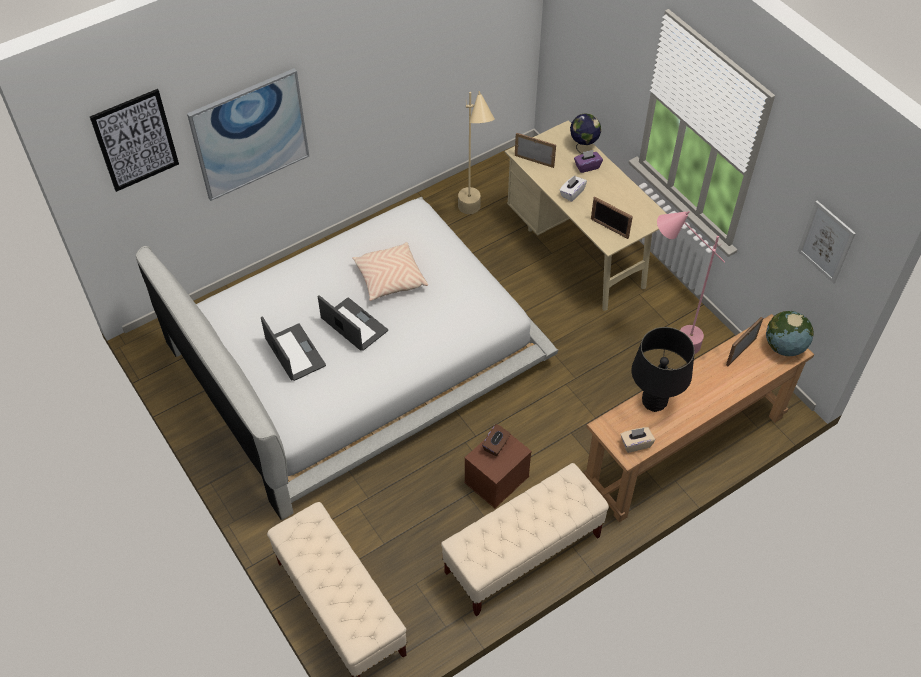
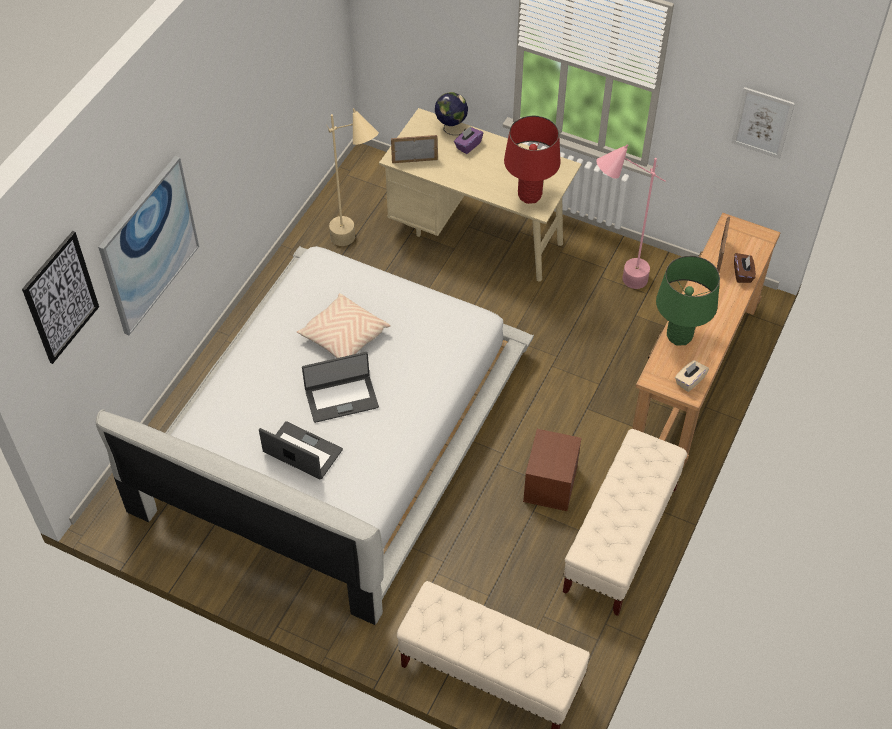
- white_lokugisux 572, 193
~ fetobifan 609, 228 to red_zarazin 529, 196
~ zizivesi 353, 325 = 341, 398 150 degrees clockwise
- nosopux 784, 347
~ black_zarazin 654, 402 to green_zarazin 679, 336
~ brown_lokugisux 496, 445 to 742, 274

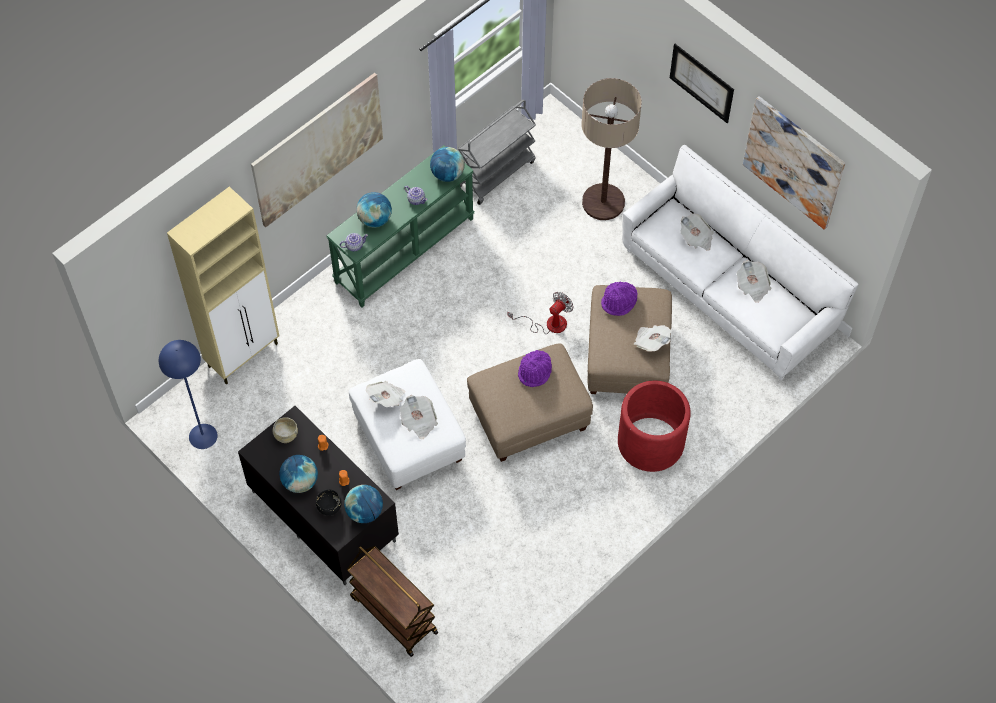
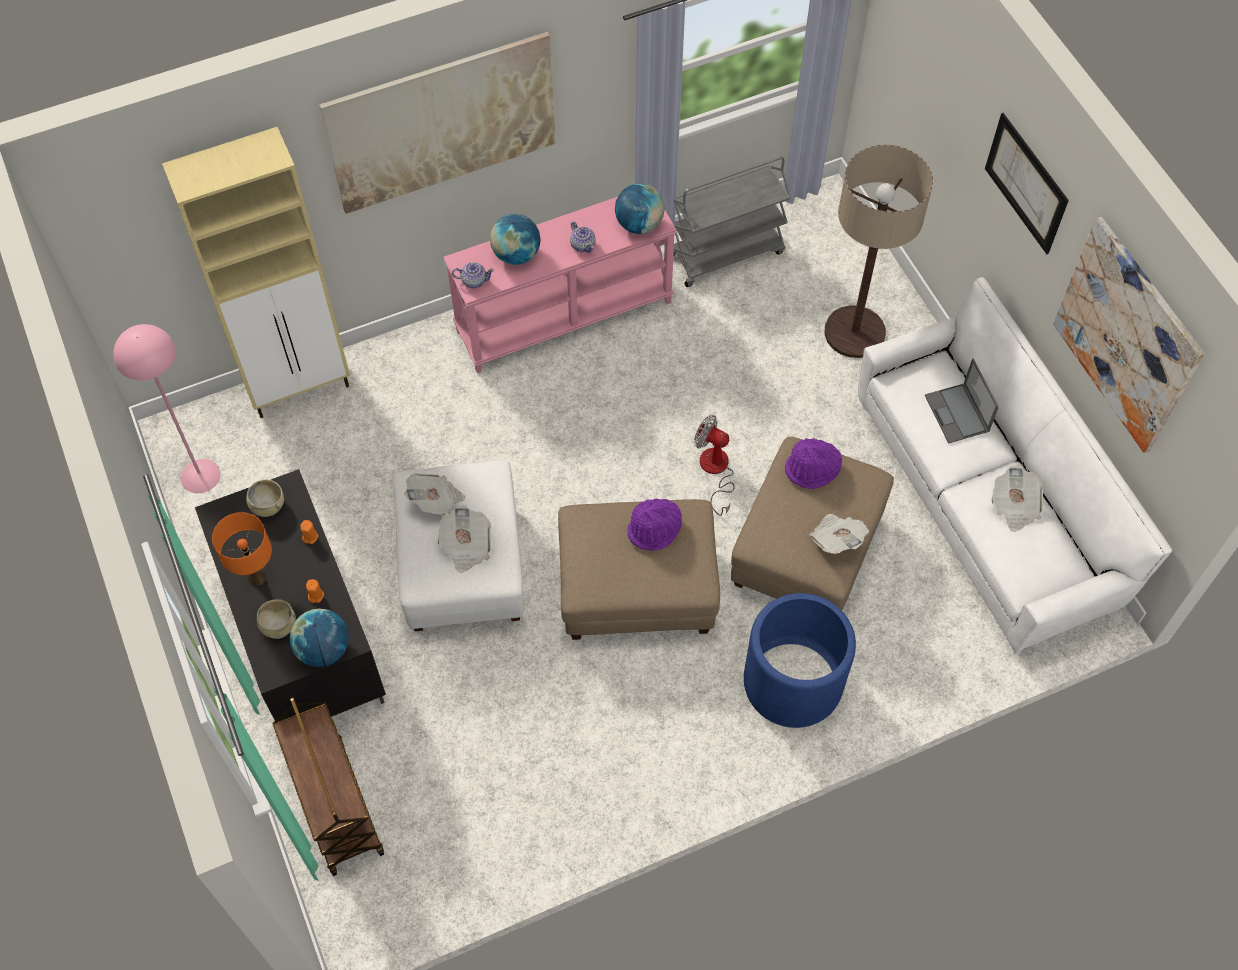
~ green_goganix 404, 249 to pink_goganix 564, 315
~ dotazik 696, 238 to zizivesi 957, 414
~ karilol 548, 324 = 715, 471 120 degrees counterclockwise
~ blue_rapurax 203, 436 to pink_rapurax 200, 475
~ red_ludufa 650, 442 to blue_ludufa 792, 682
~ nosopux 300, 482 to orange_zarazin 256, 577
~ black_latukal 329, 507 to beige_latukal 279, 626

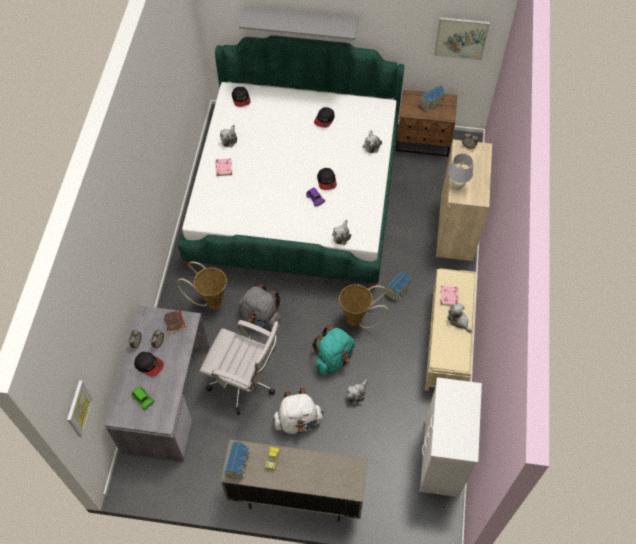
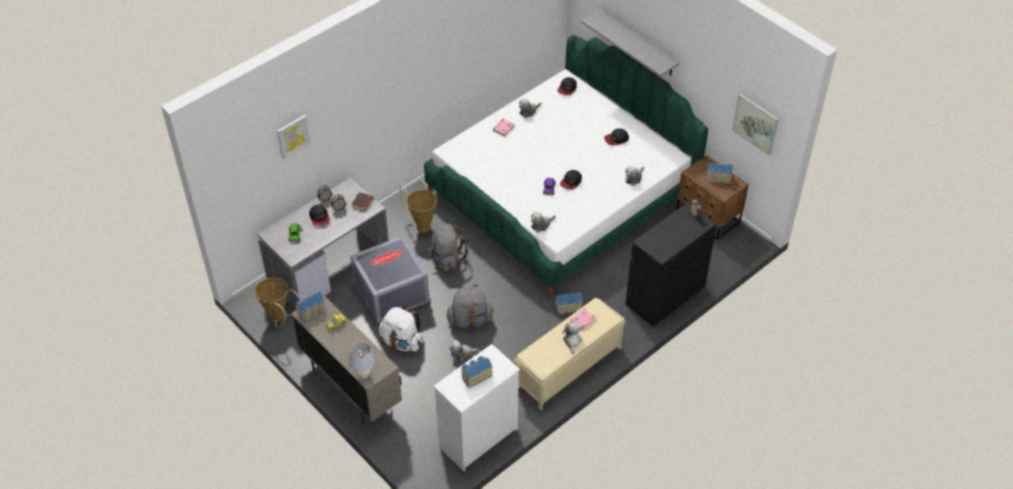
~ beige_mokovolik 456, 228 to black_mokovolik 665, 295
~ white_zarazin 457, 186 to 363, 375
~ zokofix 358, 320 to 279, 319
~ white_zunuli 245, 383 to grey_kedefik 391, 293
~ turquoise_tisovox 333, 358 to grey_tisovox 470, 320
~ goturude 78, 408 to 293, 136
+ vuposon 475, 376

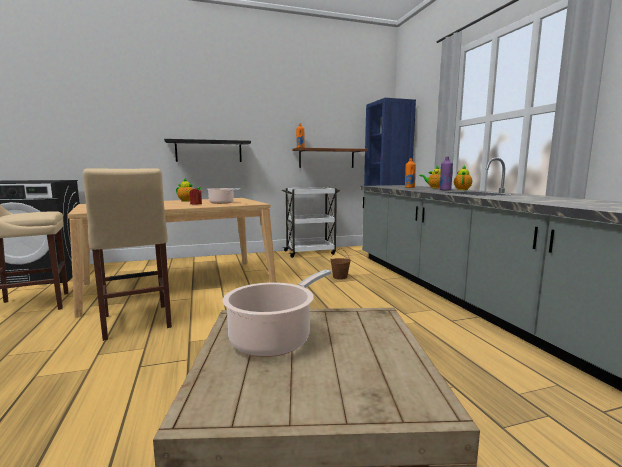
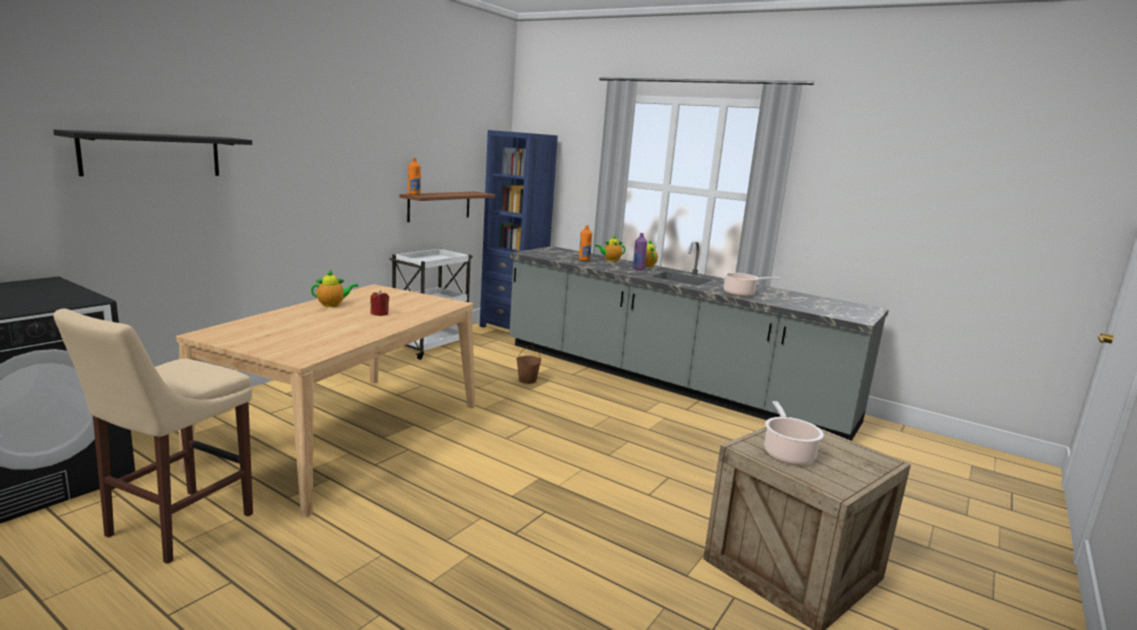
~ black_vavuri 209, 151 to 152, 155
- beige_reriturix 136, 323
~ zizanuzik 222, 203 to 741, 294

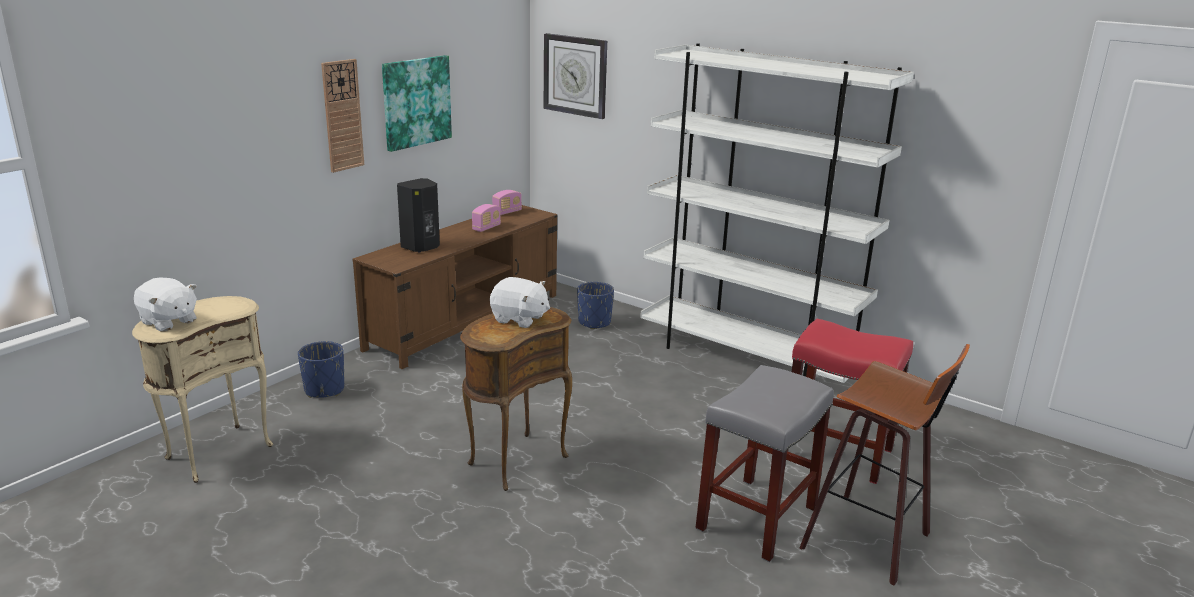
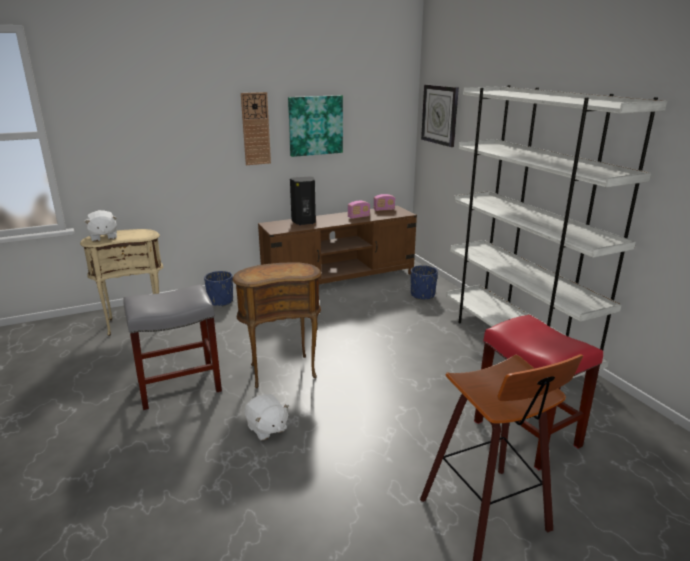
~ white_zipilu 519, 319 to 266, 428
~ grey_reriturix 757, 519 to 178, 387

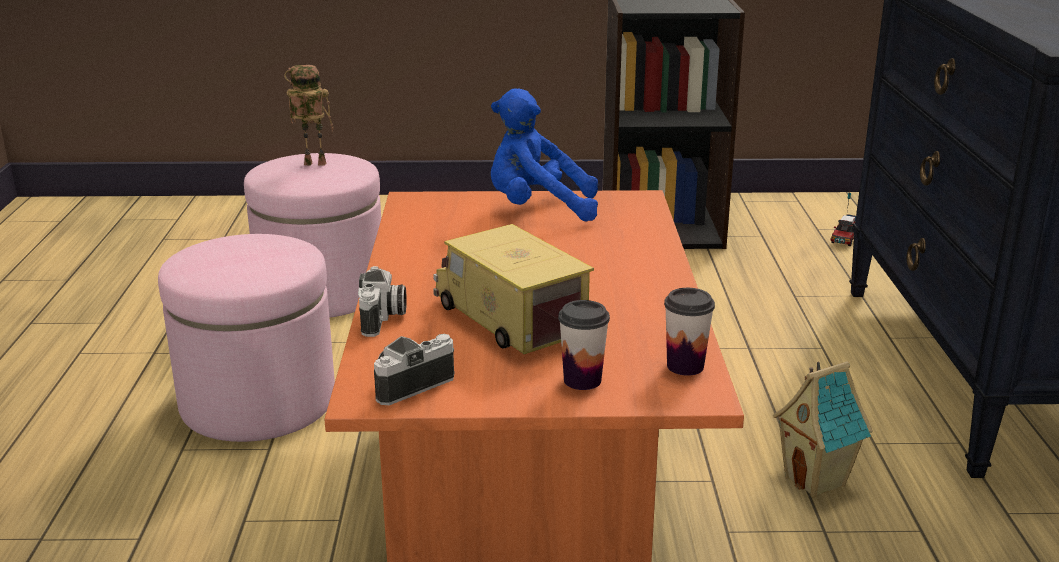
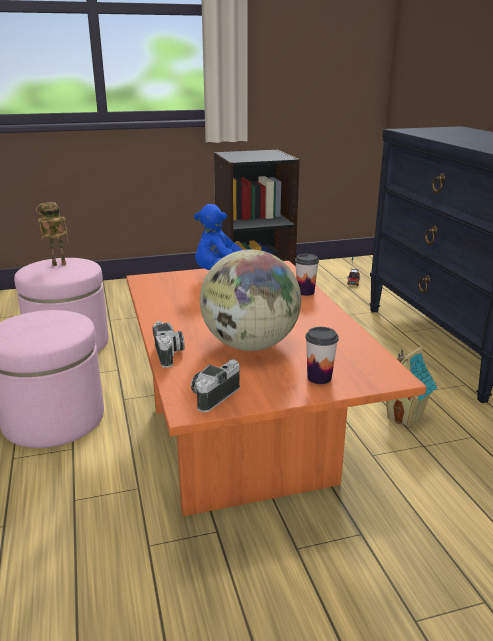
~ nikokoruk 509, 319 to nosopux 250, 345
~ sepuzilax 685, 366 to 305, 292

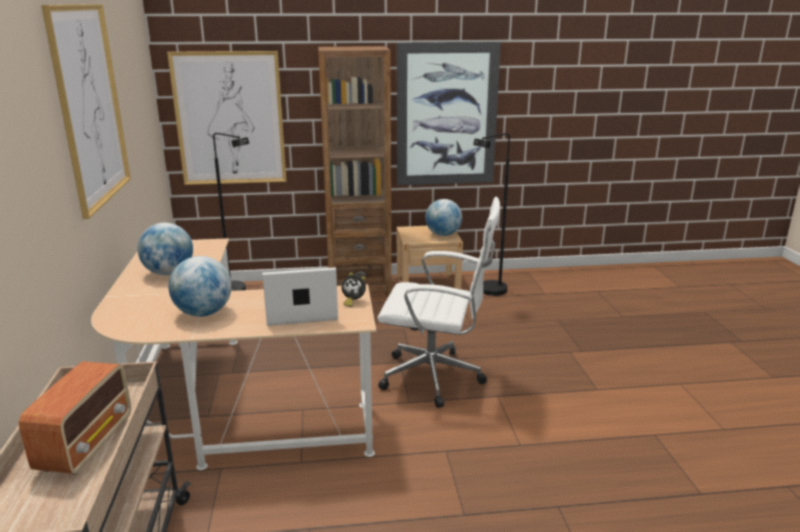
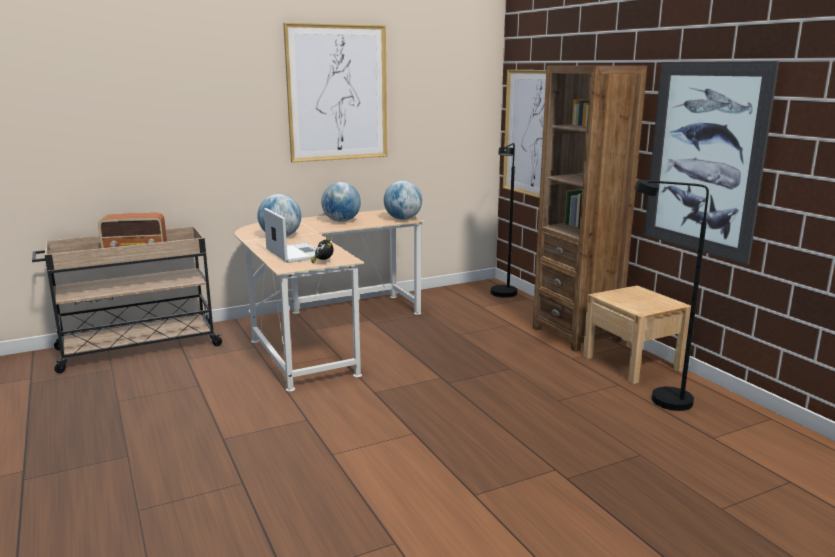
- white_zunuli 436, 378
~ nosopux 443, 235 to 403, 219

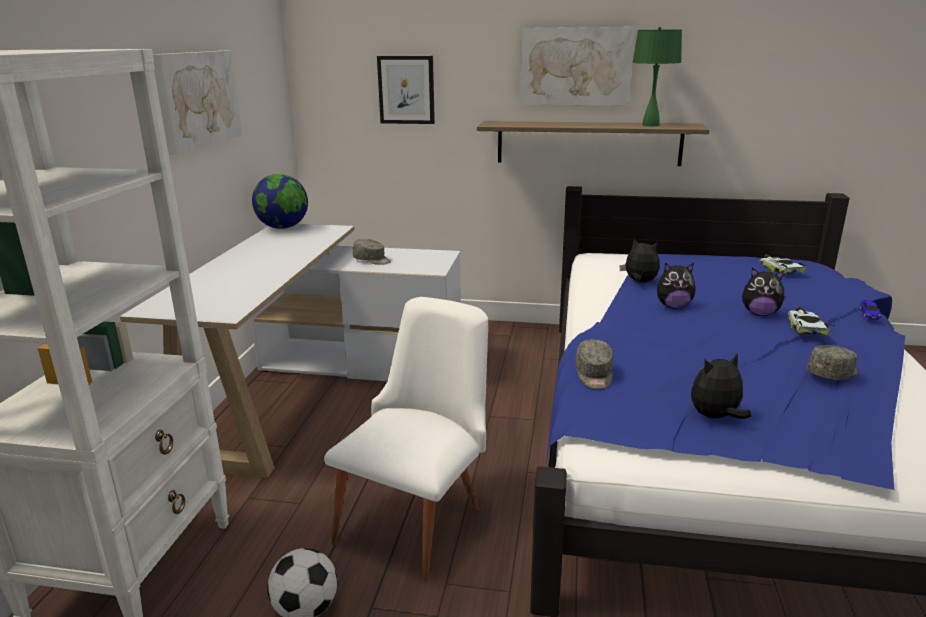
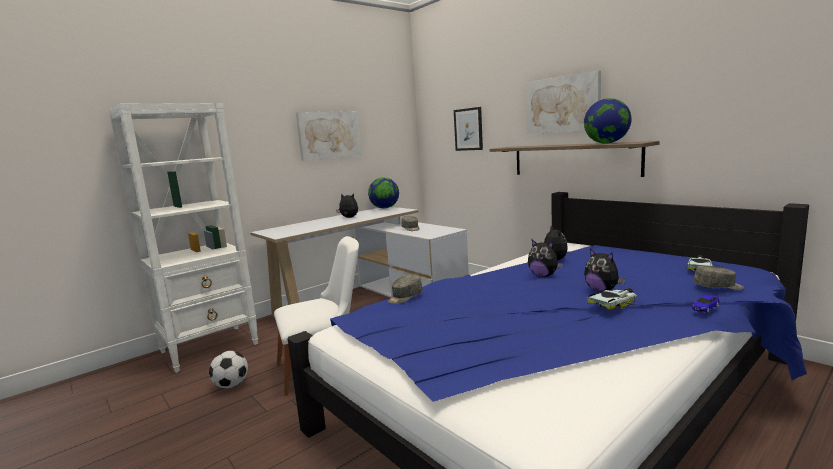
~ green_zarazin 650, 125 to nosopux 606, 143
~ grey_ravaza 833, 373 to 718, 287
~ zipilu 715, 417 to 349, 218

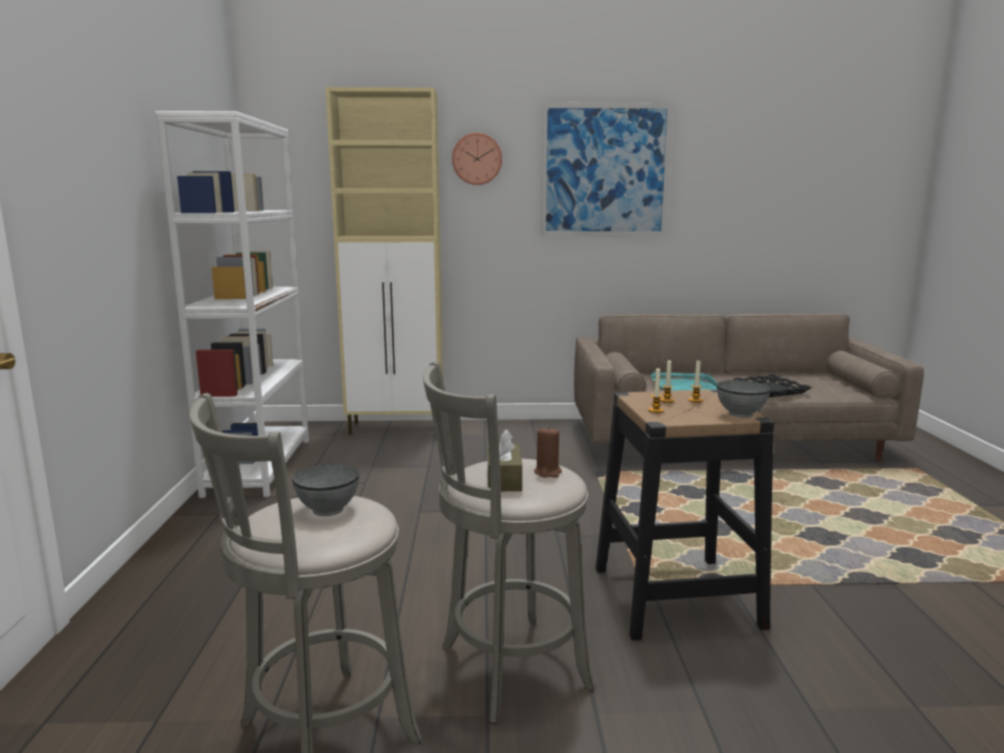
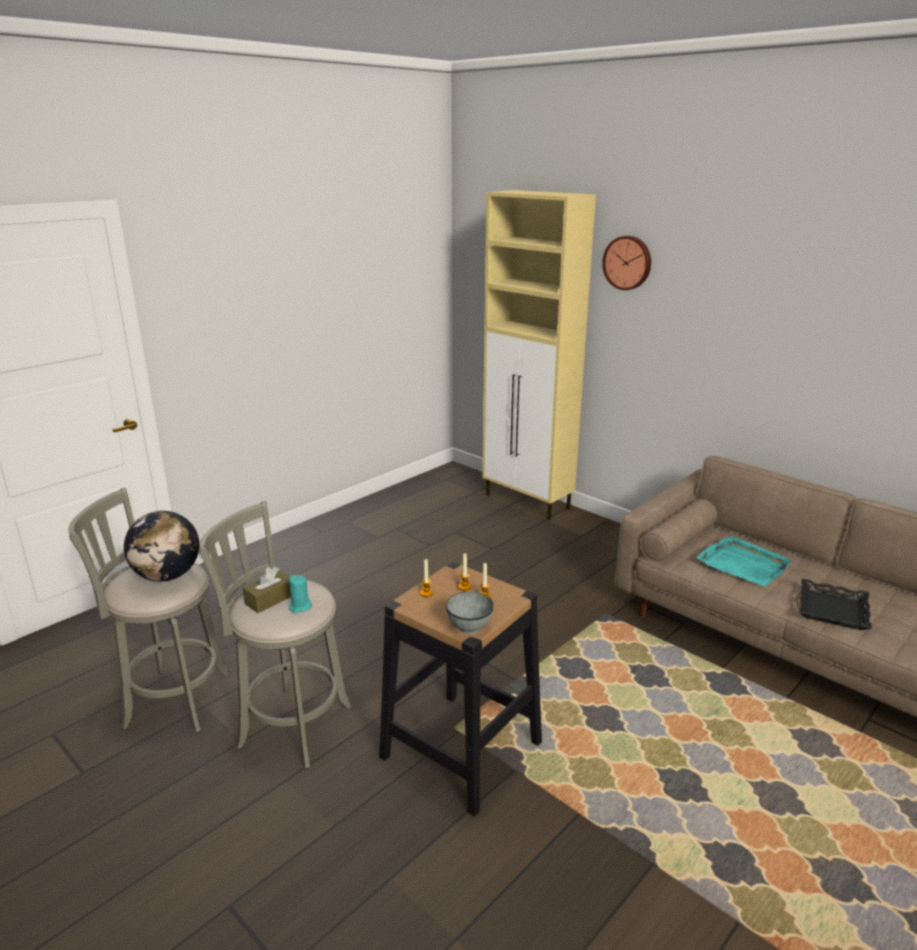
- goturude 605, 171
- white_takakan 259, 466
~ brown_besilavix 548, 472 to turquoise_besilavix 300, 607
~ grey_latukal 328, 510 to nosopux 167, 576

